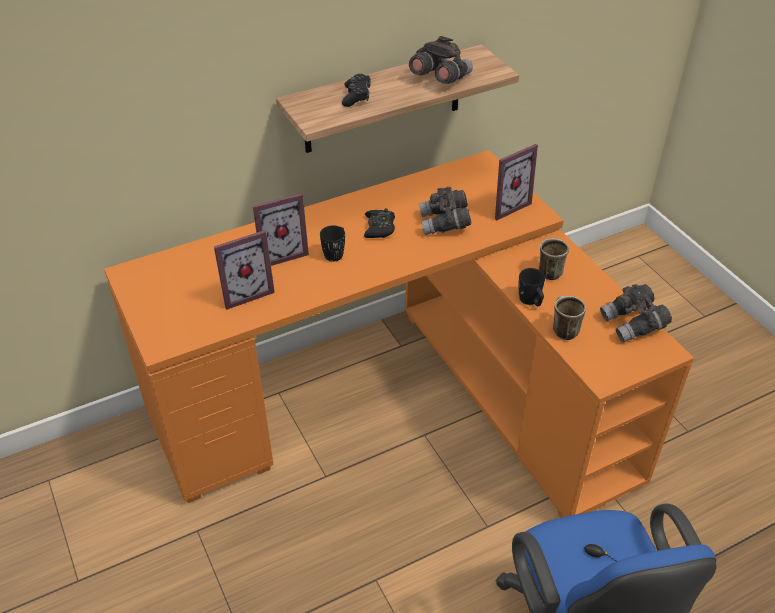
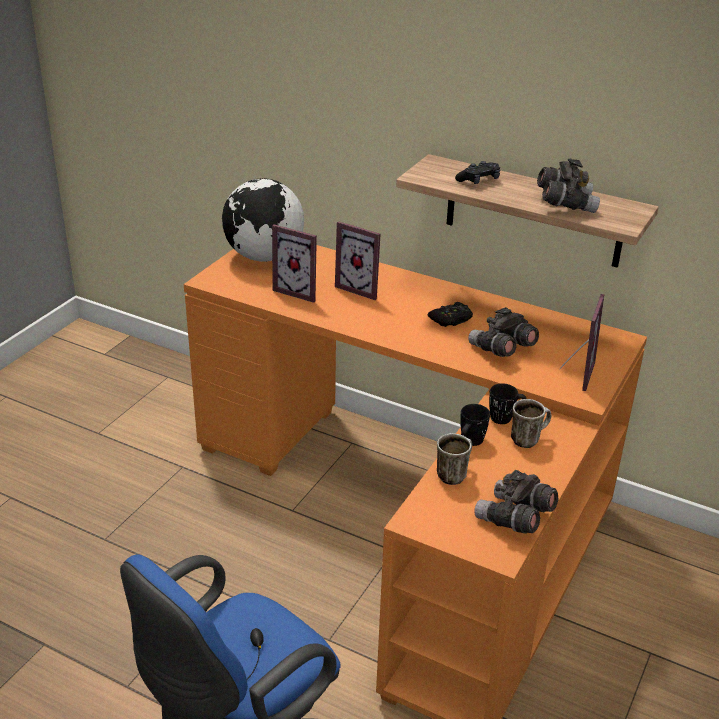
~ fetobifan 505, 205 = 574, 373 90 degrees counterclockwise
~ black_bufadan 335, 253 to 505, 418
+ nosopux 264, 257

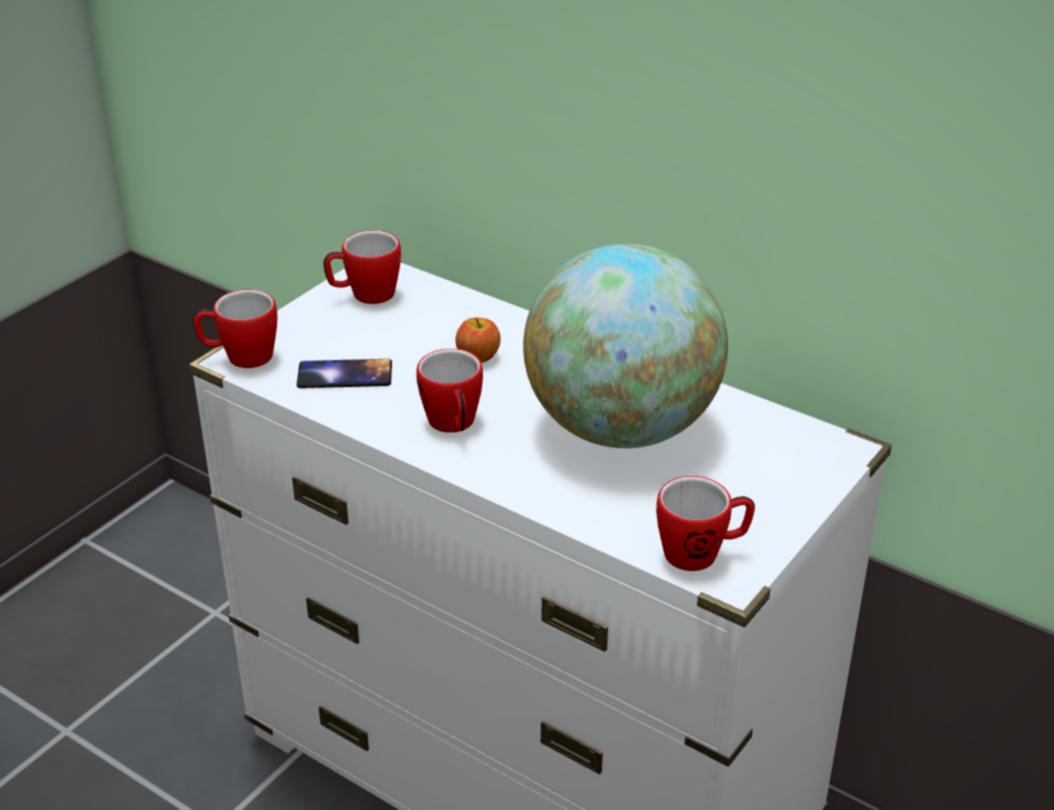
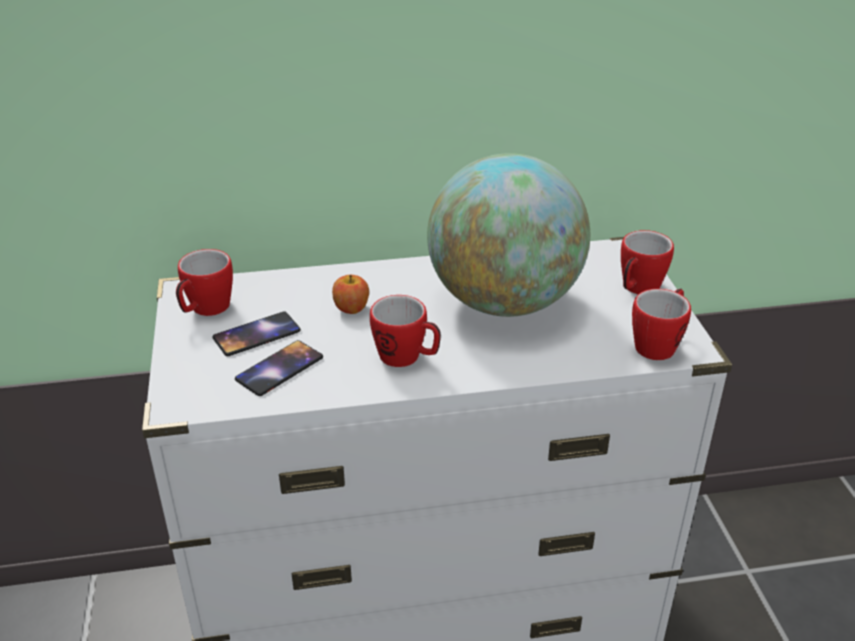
~ bufadan 240, 357 to 637, 289
+ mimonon 257, 334

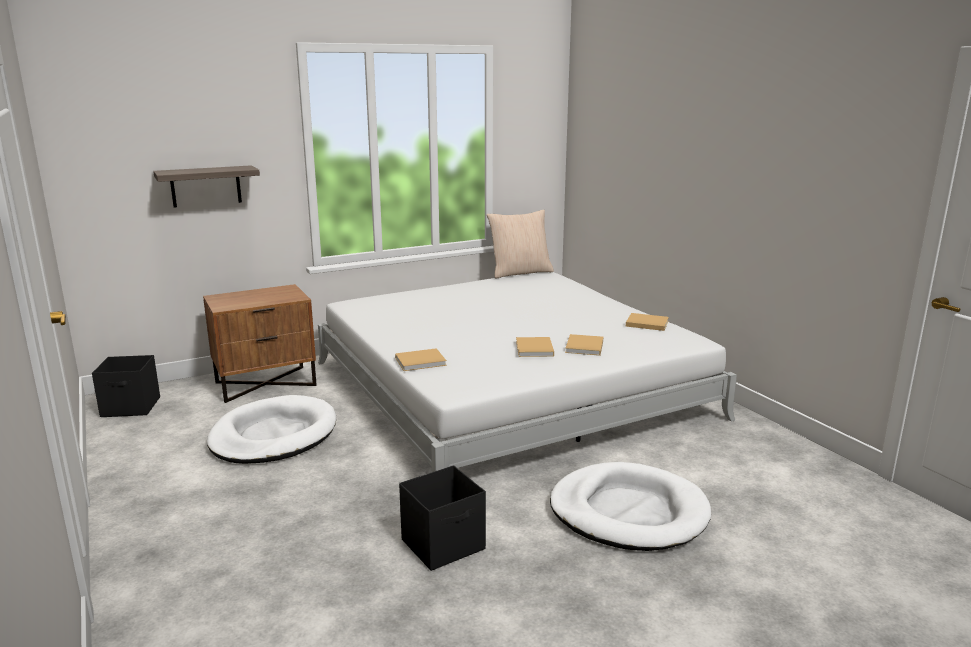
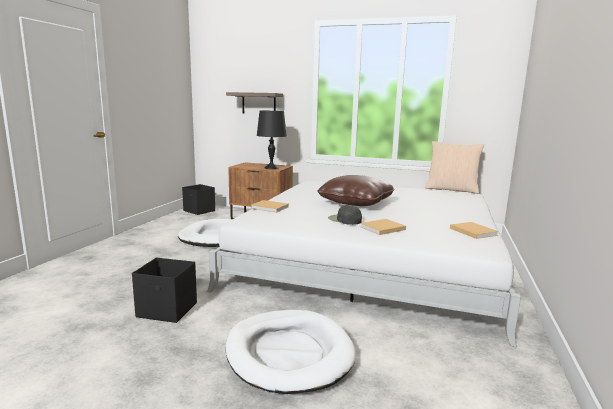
~ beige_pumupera 534, 349 to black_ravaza 344, 220
+ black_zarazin 271, 168
+ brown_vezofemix 355, 203

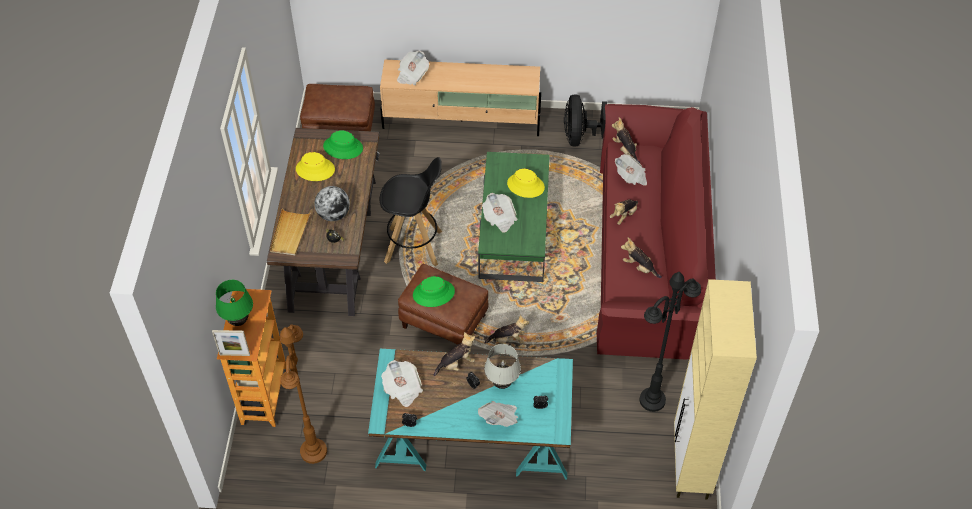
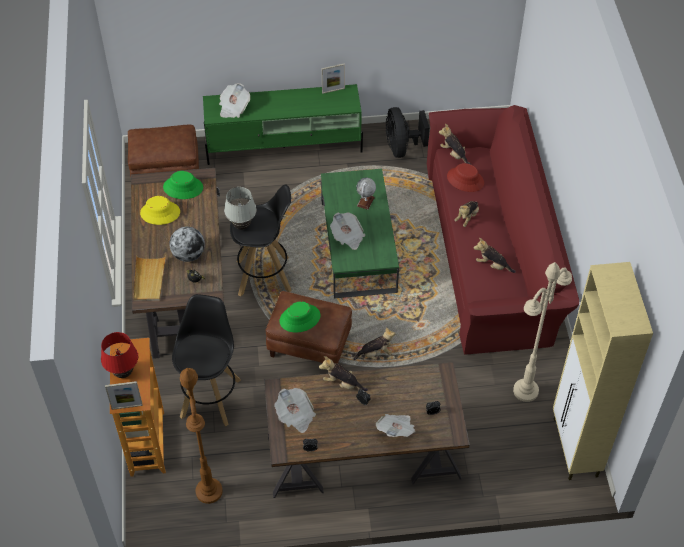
~ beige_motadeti 462, 120 to green_motadeti 285, 147
~ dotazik 631, 177 to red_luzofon 465, 179
~ yellow_luzofon 525, 186 to nosopux 365, 201
~ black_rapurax 652, 400 to beige_rapurax 525, 391
~ green_zarazin 238, 321 to red_zarazin 123, 373
~ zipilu 456, 364 = 342, 383 120 degrees counterclockwise
~ white_zarazin 502, 384 to 242, 226
~ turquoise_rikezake 473, 442 to brown_rikezake 363, 457
+ fetobifan 333, 90
+ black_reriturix 211, 397

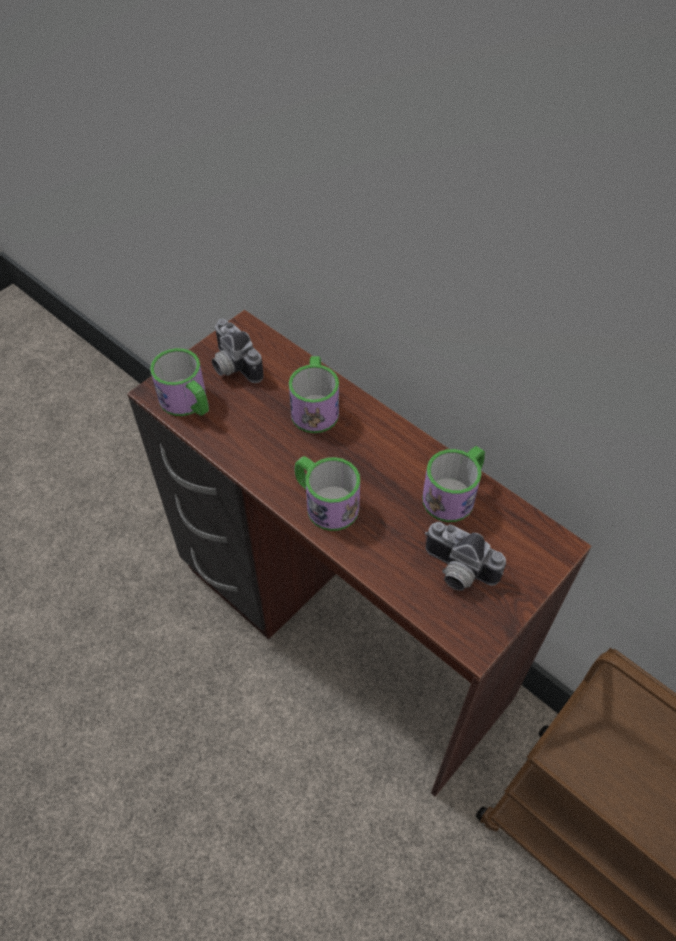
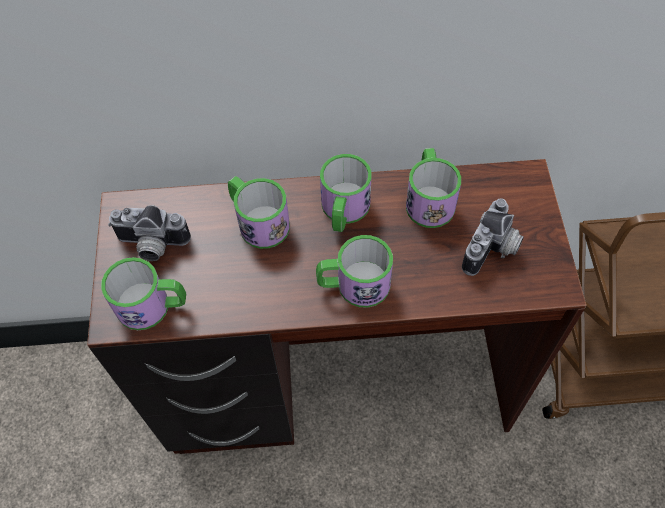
~ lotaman 456, 571 = 493, 250 45 degrees counterclockwise
+ bufadan 344, 211

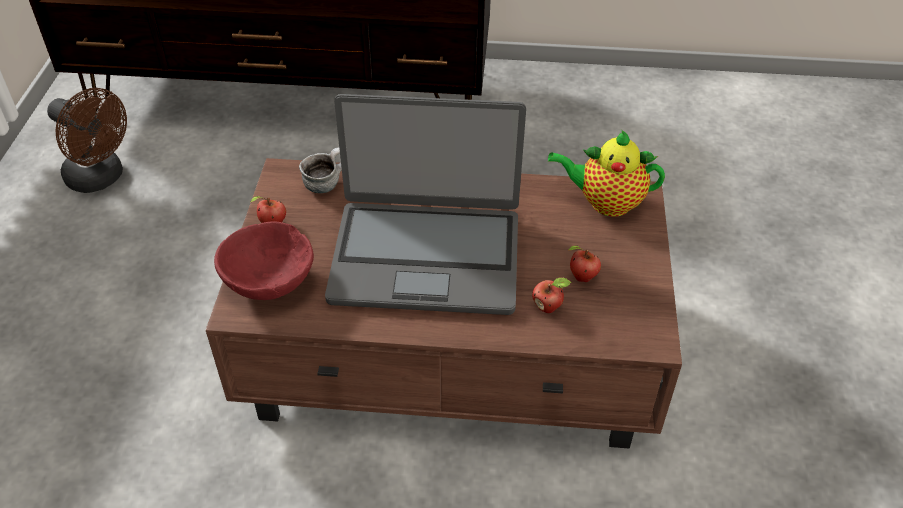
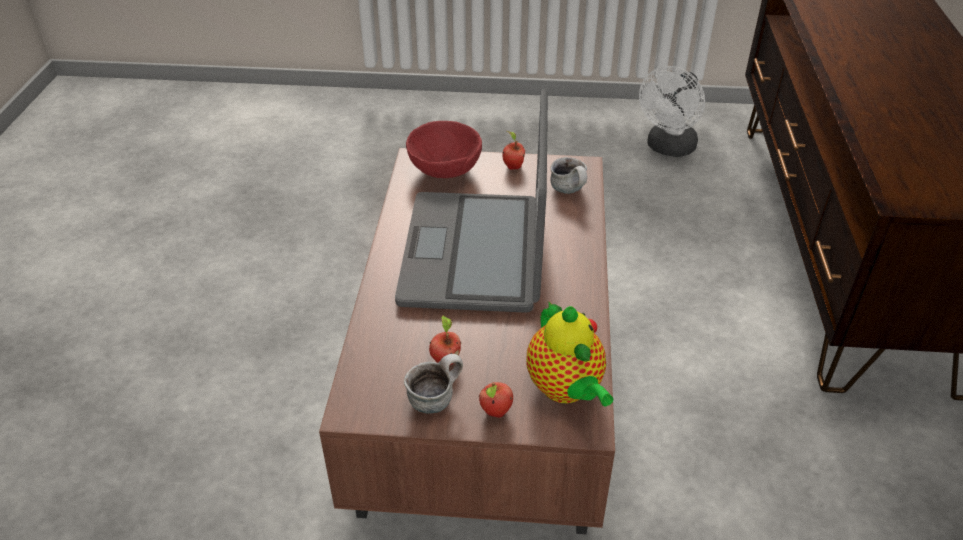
~ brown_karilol 101, 178 to white_karilol 668, 149
~ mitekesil 605, 203 = 566, 390 150 degrees clockwise
~ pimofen 548, 307 to 496, 413
+ bufadan 435, 398

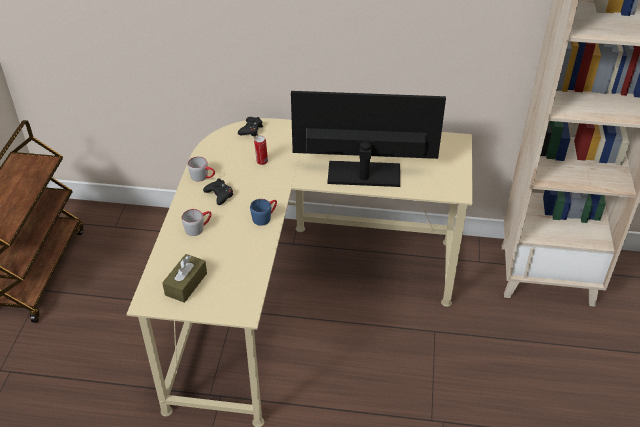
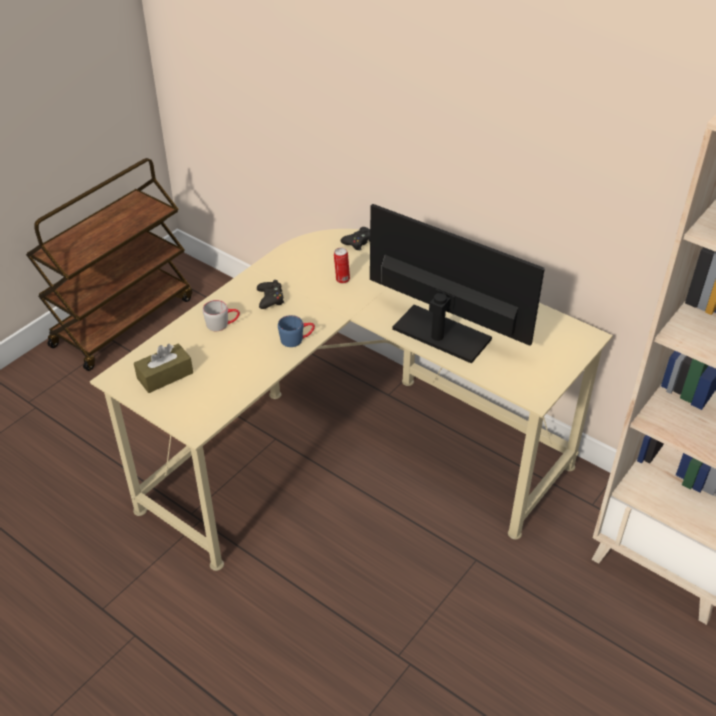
- grey_bufadan 203, 177

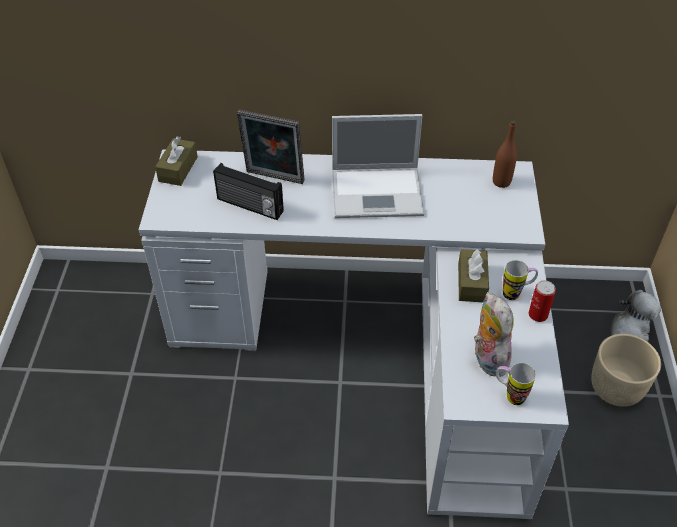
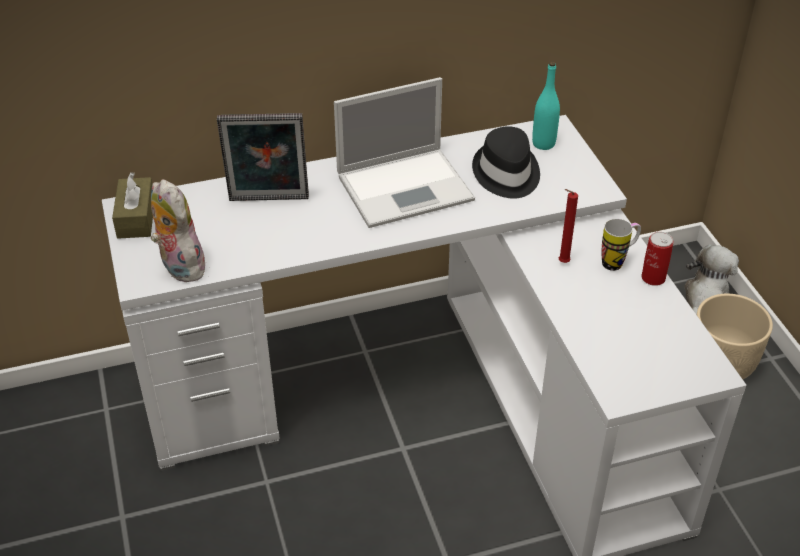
~ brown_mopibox 501, 182 to turquoise_mopibox 543, 144
- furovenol 249, 206
~ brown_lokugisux 471, 282 to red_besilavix 562, 263
~ zipilu 487, 358 to 179, 266
- bufadan 509, 395
+ black_luzofon 506, 173

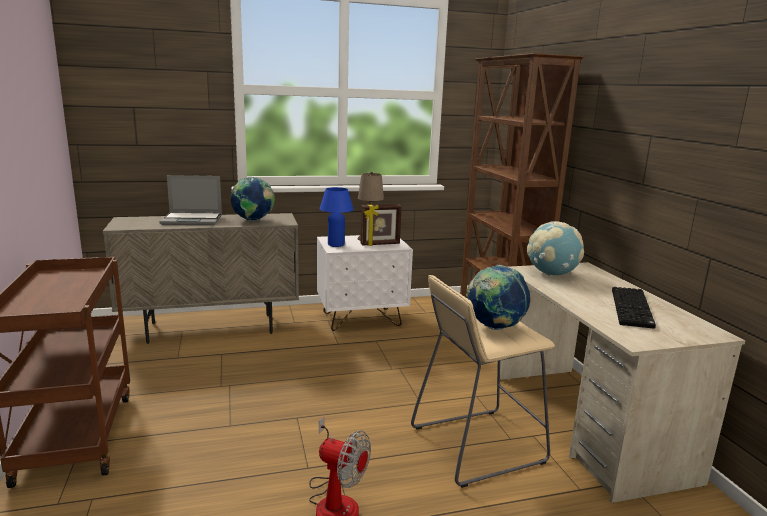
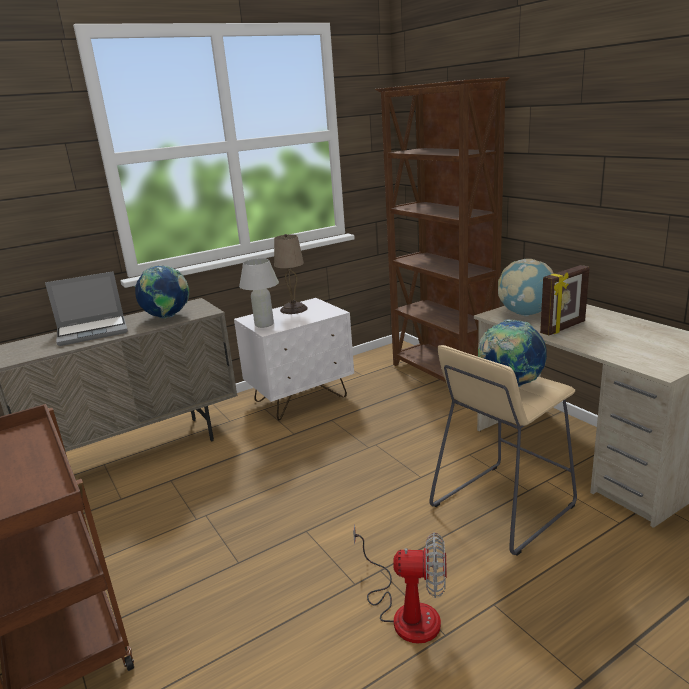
~ blue_zarazin 336, 245 to white_zarazin 264, 324
~ fetobifan 380, 244 to 563, 328
- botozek 633, 309

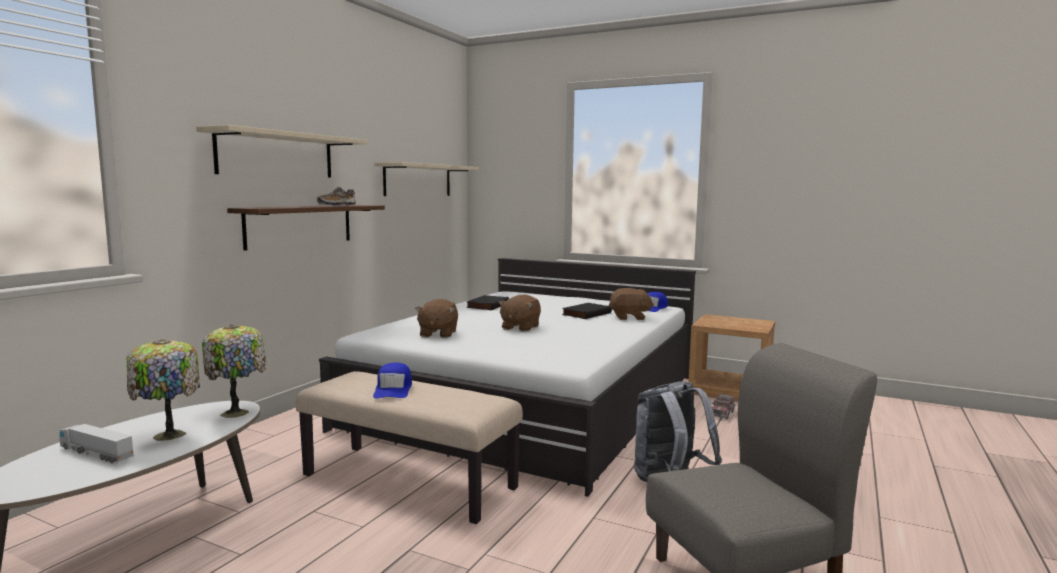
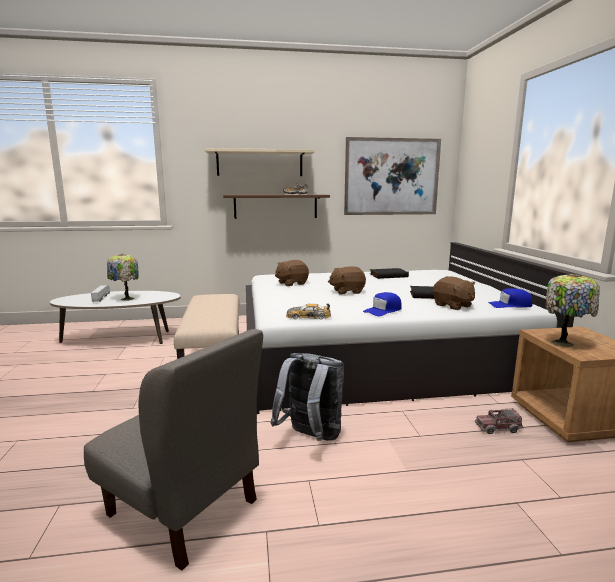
~ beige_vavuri 418, 180 to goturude 392, 177
~ zarazin 237, 412 to 564, 343
~ blue_ravaza 393, 389 to 383, 310
+ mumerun 308, 316

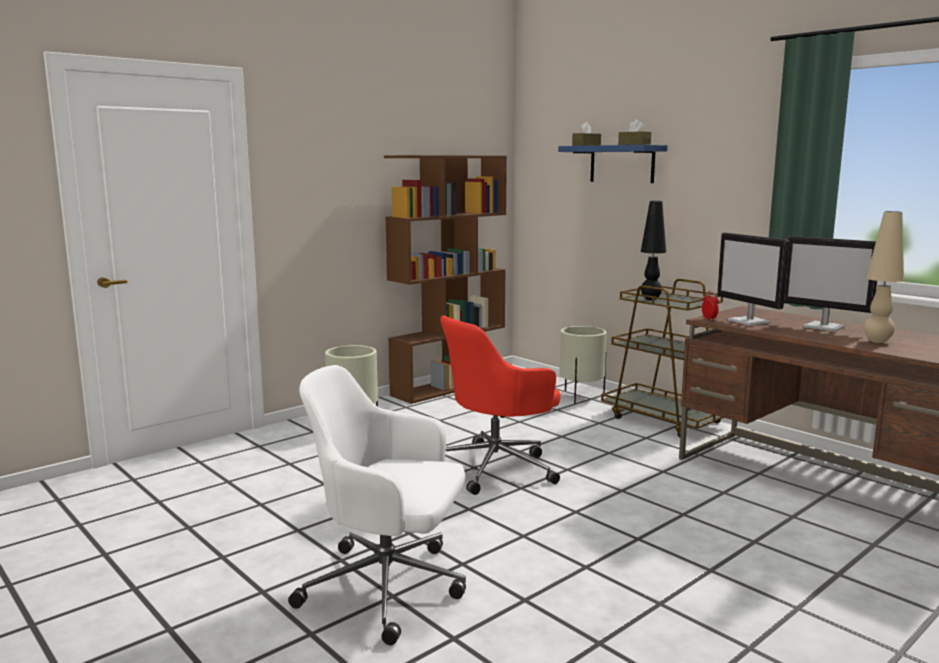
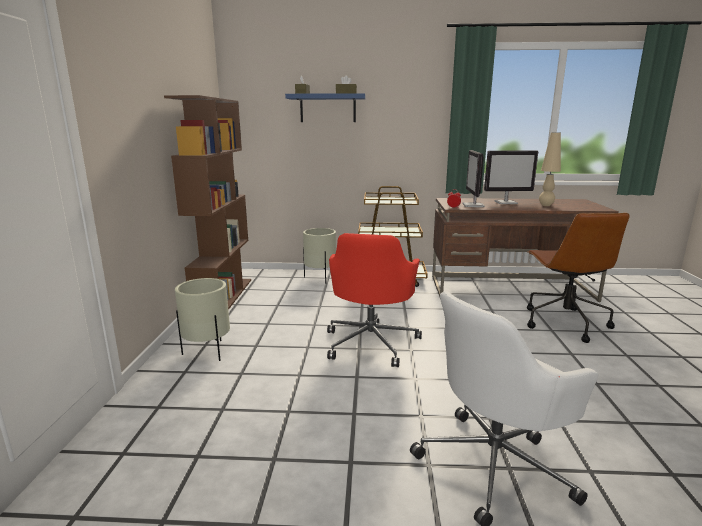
- black_zarazin 650, 299
~ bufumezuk 749, 322 = 473, 205 75 degrees clockwise
+ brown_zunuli 563, 322

